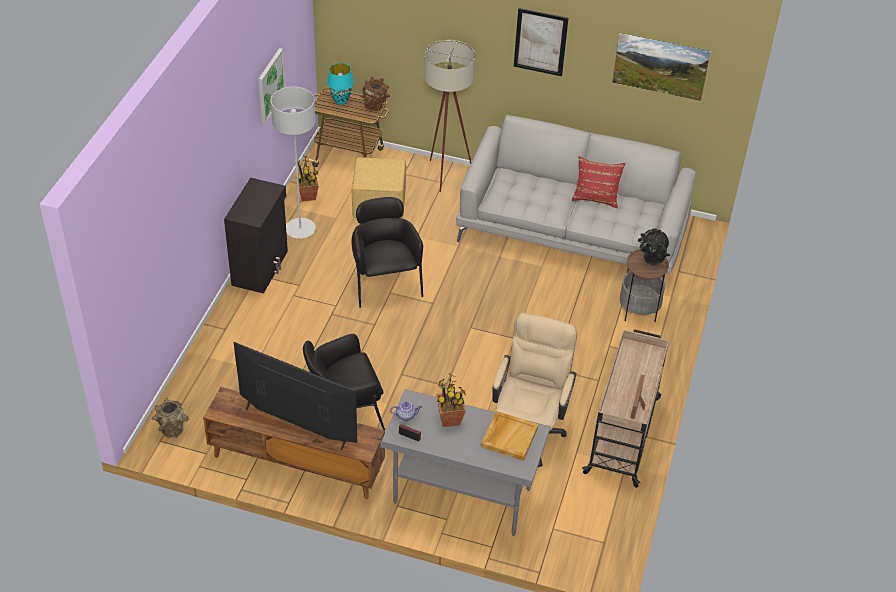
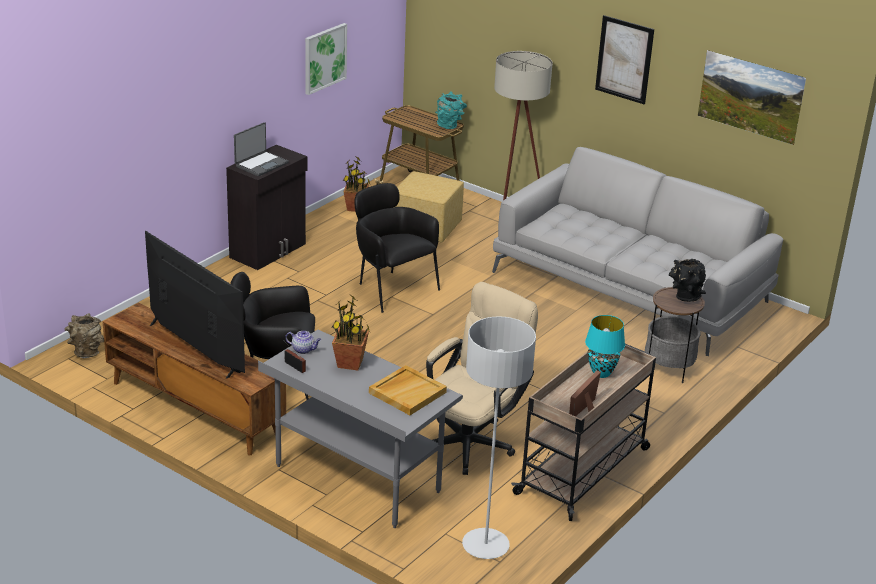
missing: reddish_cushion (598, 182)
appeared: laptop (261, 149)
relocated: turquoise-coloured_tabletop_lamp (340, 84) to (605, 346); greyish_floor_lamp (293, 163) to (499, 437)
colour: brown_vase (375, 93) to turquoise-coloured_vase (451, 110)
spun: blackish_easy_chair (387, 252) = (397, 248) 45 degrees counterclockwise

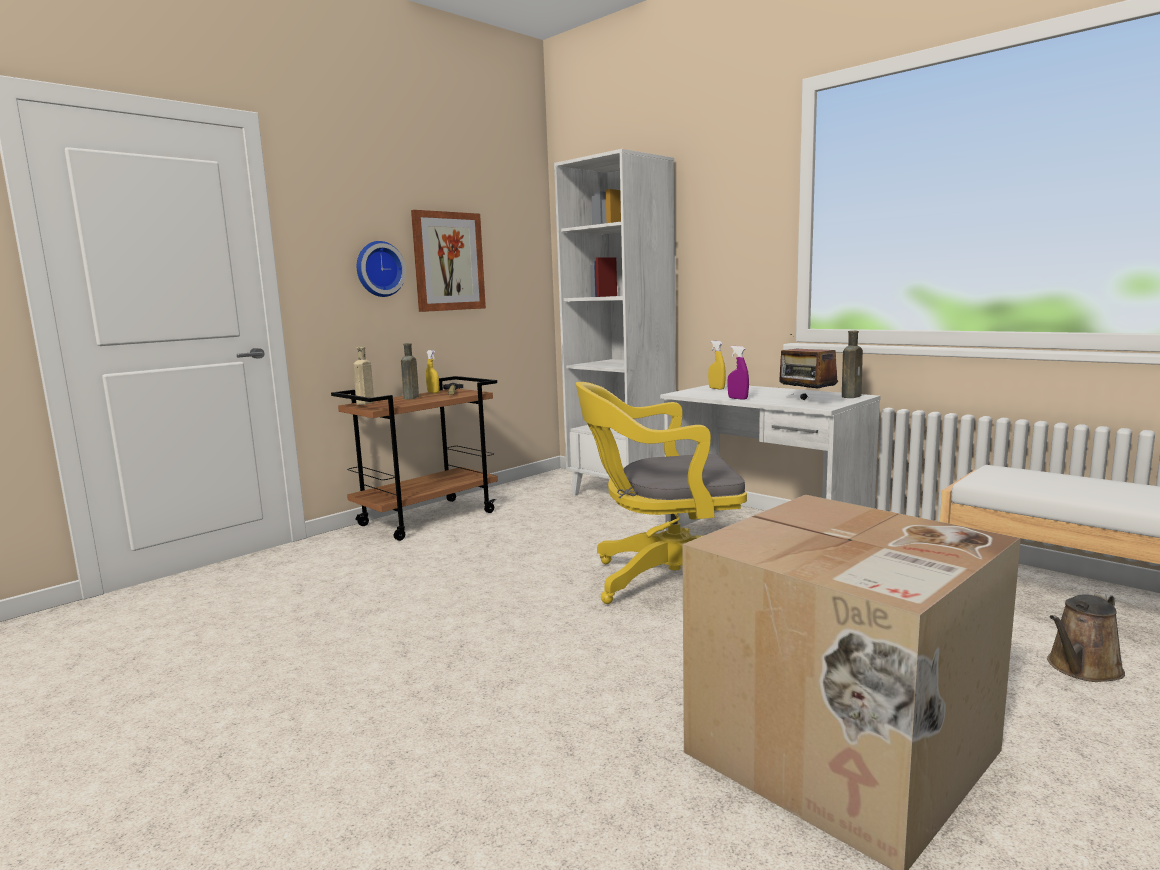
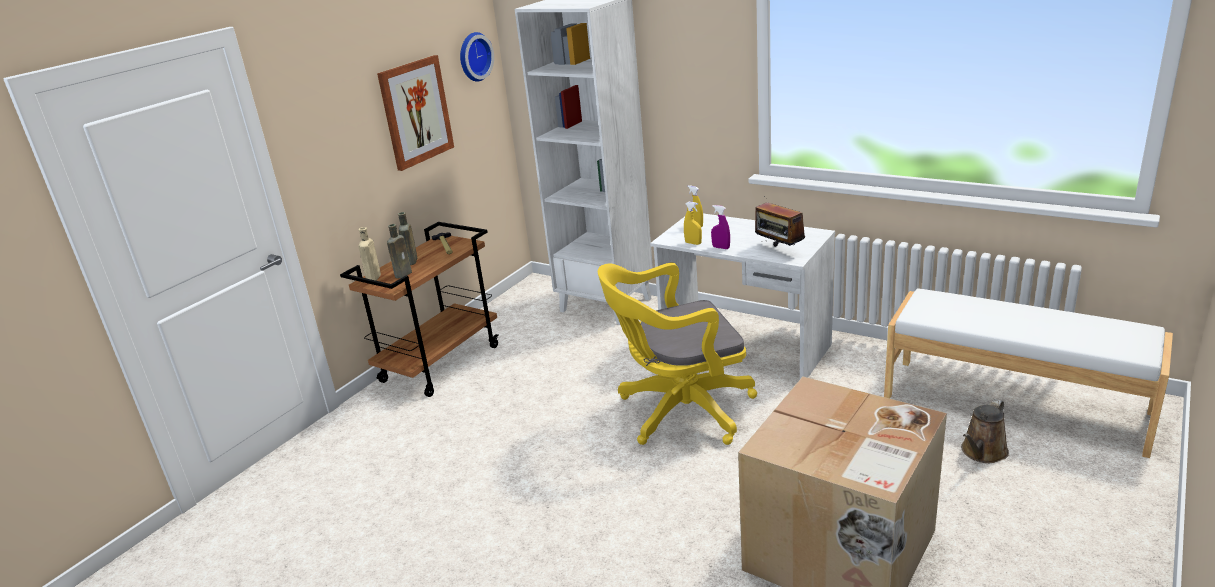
relocated: hanging_clock (381, 269) to (477, 57); brown_beverage_bottle (852, 364) to (399, 251); yellowish_hand_sprayer (432, 371) to (693, 223)

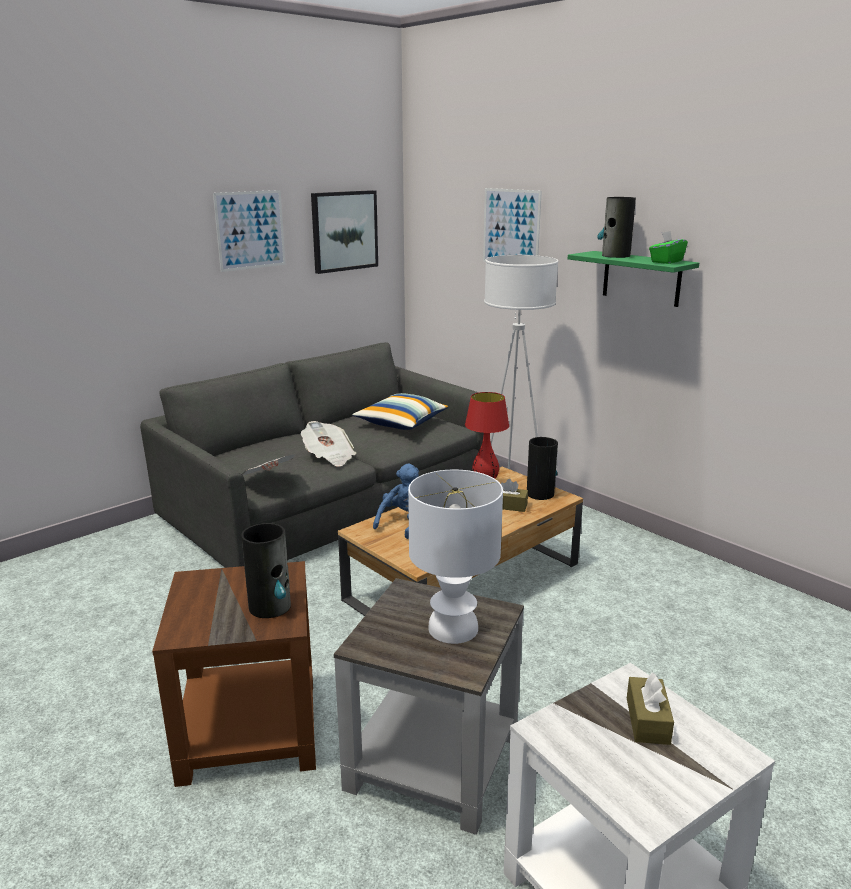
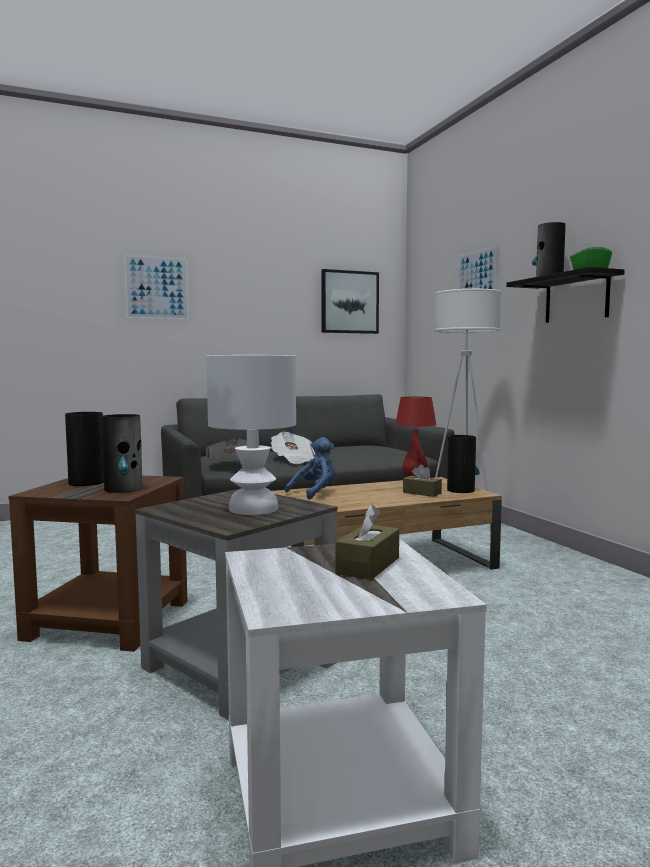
missing: cushion (400, 411)
appeared: vase (84, 449)
relocated: wall_art (249, 231) to (156, 287)
colour: greenish_wall_shelf (633, 279) to blackish_wall_shelf (565, 295)

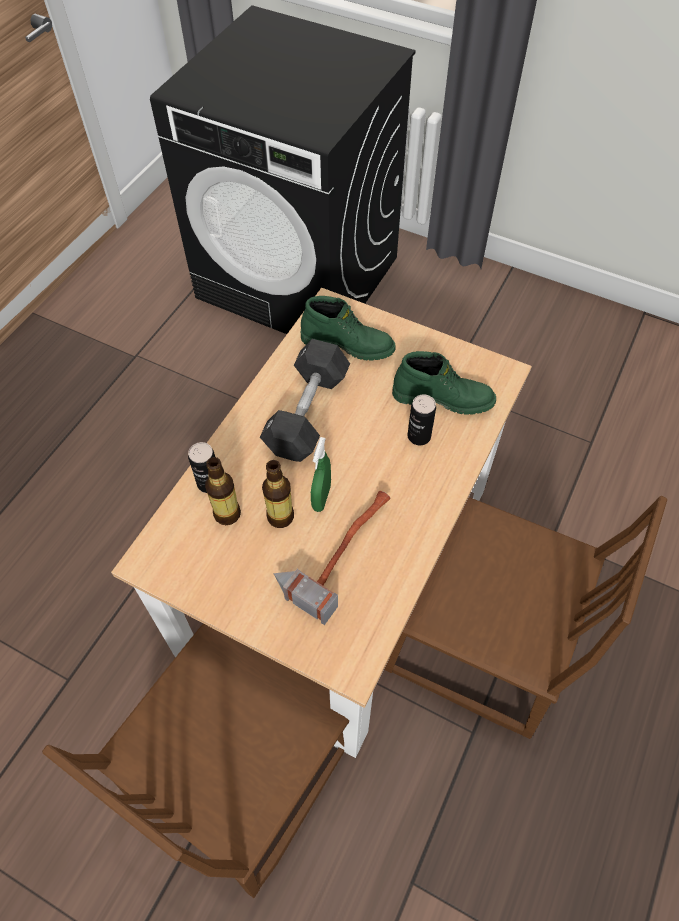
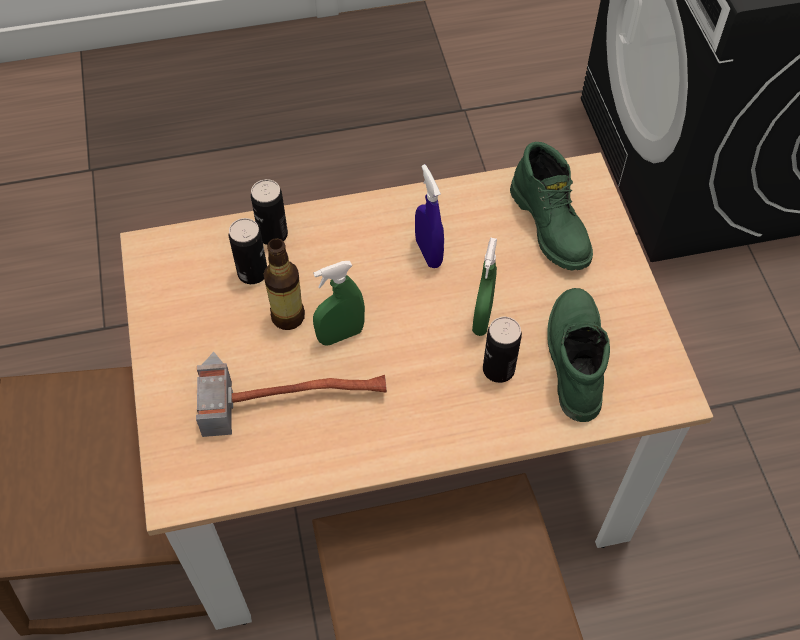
appeared: greenish_hand_sprayer (484, 287)
exchanged: blackish_dumbbell (305, 400) to blue-coloured_hand_sprayer (429, 216); beverage_bottle (223, 491) to metal_can (248, 251)
spun: greenish_tall_boot (444, 383) = (578, 355) 150 degrees counterclockwise

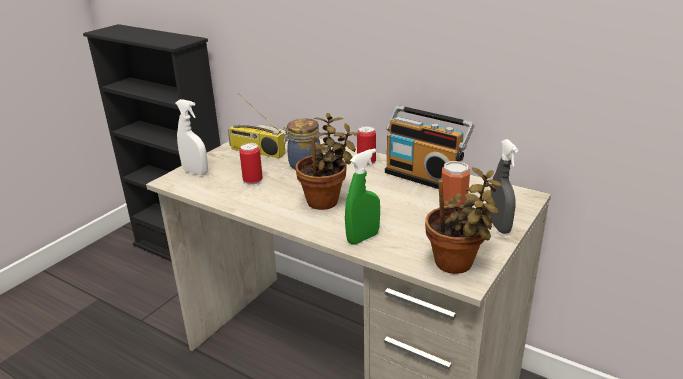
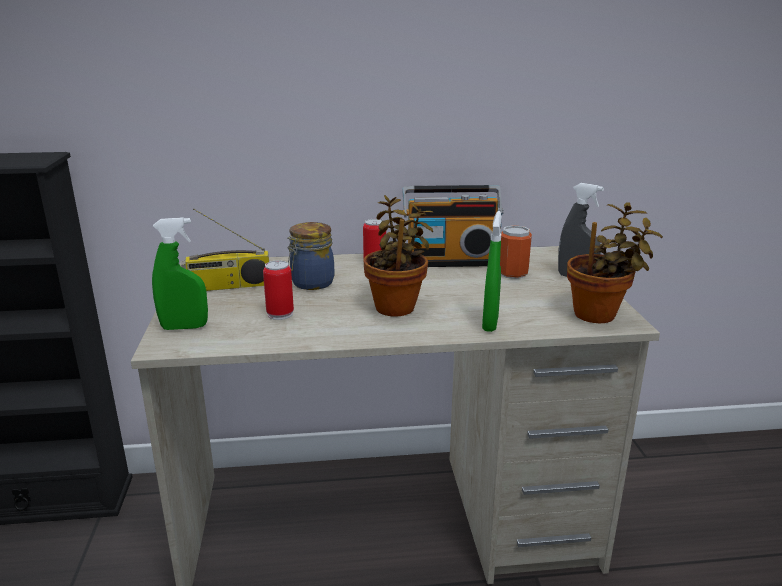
colour: white_hand_sprayer (192, 137) to greenish_hand_sprayer (180, 273)

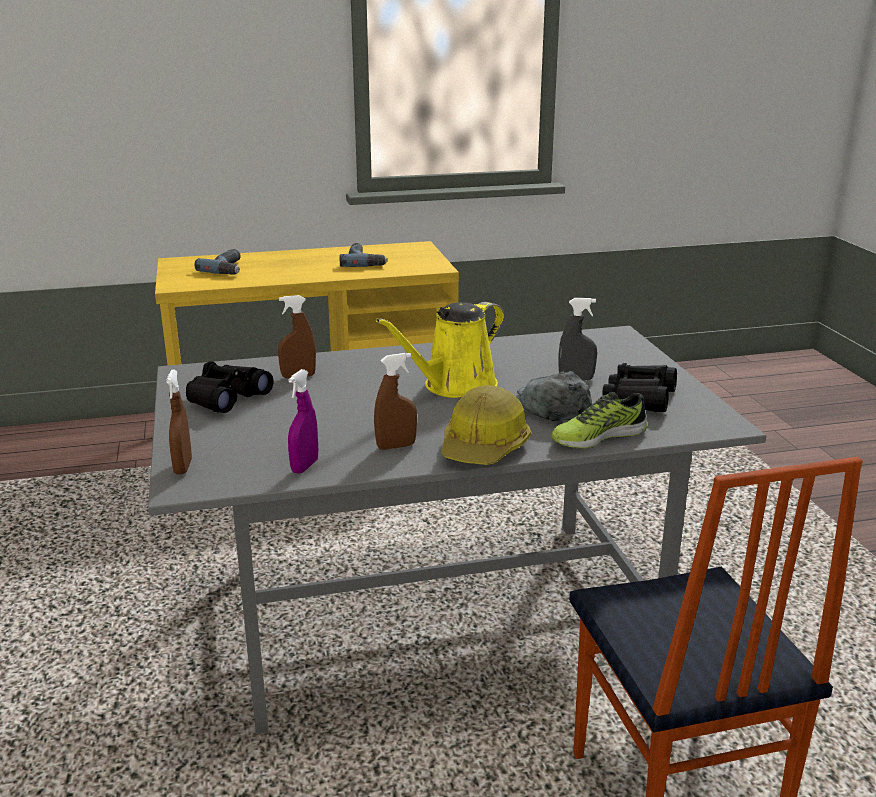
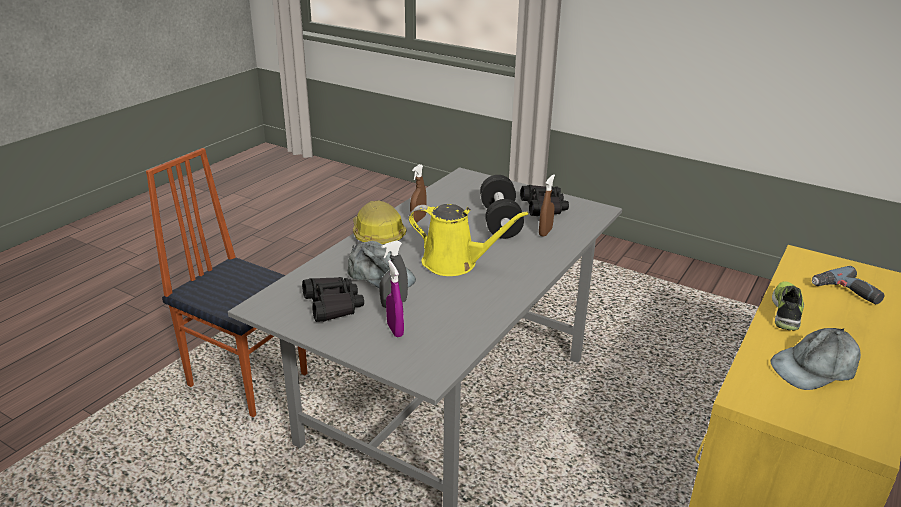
missing: brown_hand_sprayer (179, 422)
appeared: blackish_dumbbell (502, 207)
relocated: purple-coloured_hand_sprayer (303, 421) to (395, 298); shoe (599, 420) to (788, 306)
exchanged: electric_drill (364, 255) to greyish_baseball_cap (816, 359)
spun: yellowish_watering_can (440, 350) = (469, 240) 105 degrees clockwise

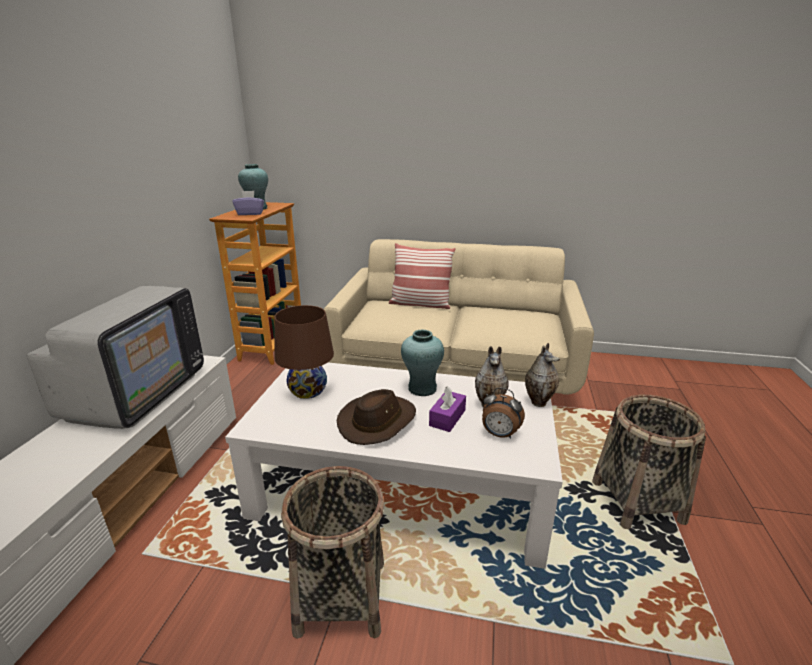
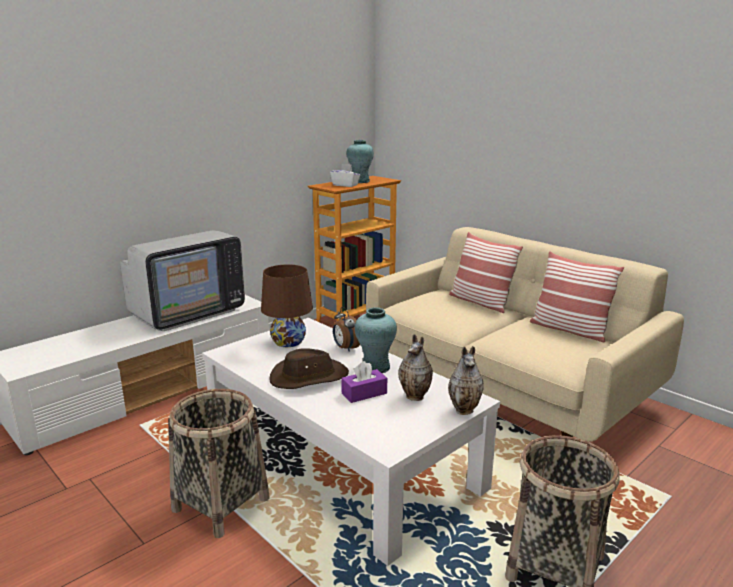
appeared: cushion (577, 296)
relocated: alarm_clock (503, 413) to (346, 329)
colour: purple-coloured_box_of_tissues (248, 203) to white_box_of_tissues (345, 175)

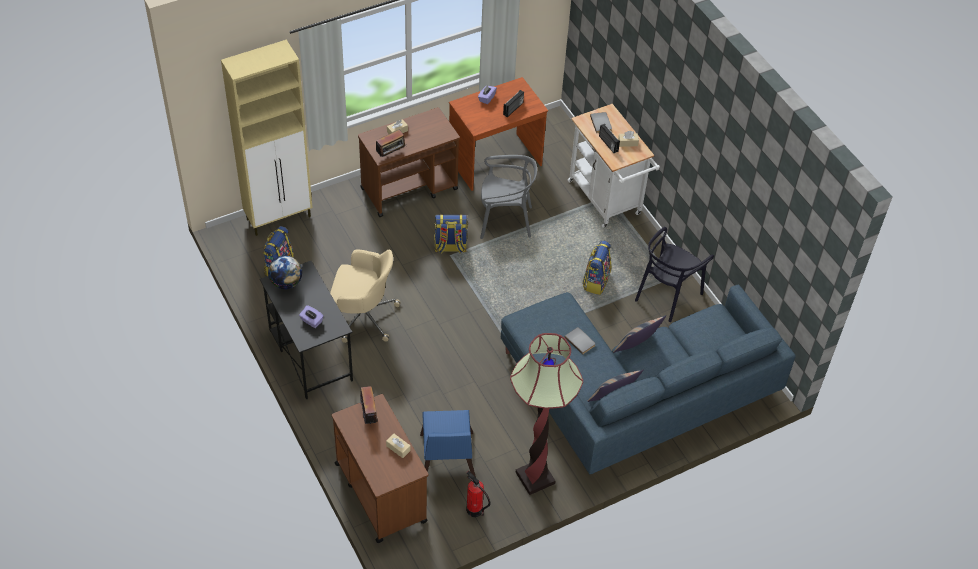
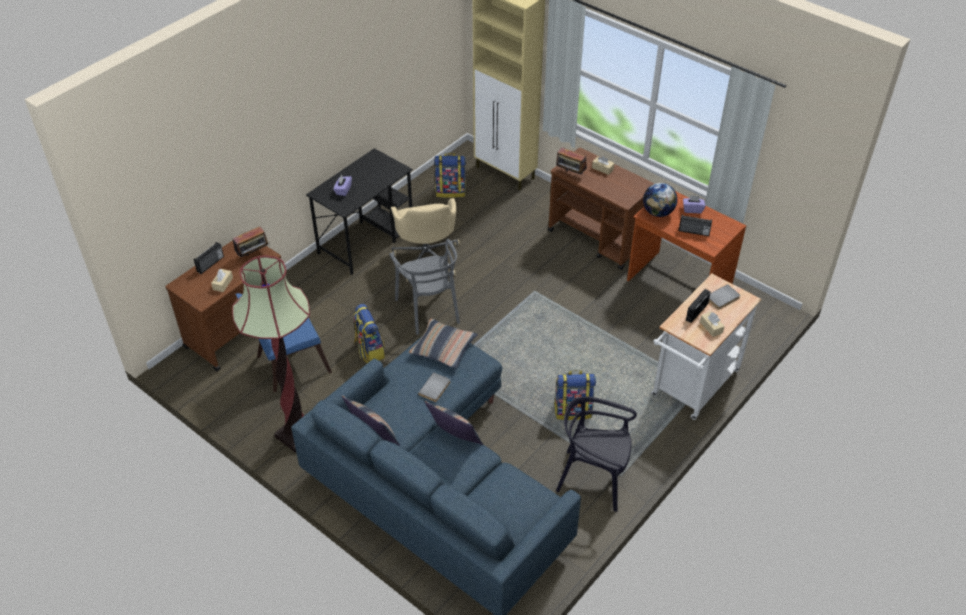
missing: fire_extinguisher (478, 494)
appeared: radio_receiver (209, 258); cushion (443, 343)
relocated: greyish_plain_chair (508, 197) to (424, 287); knapsack (451, 234) to (369, 333); world_globe (285, 272) to (660, 200)

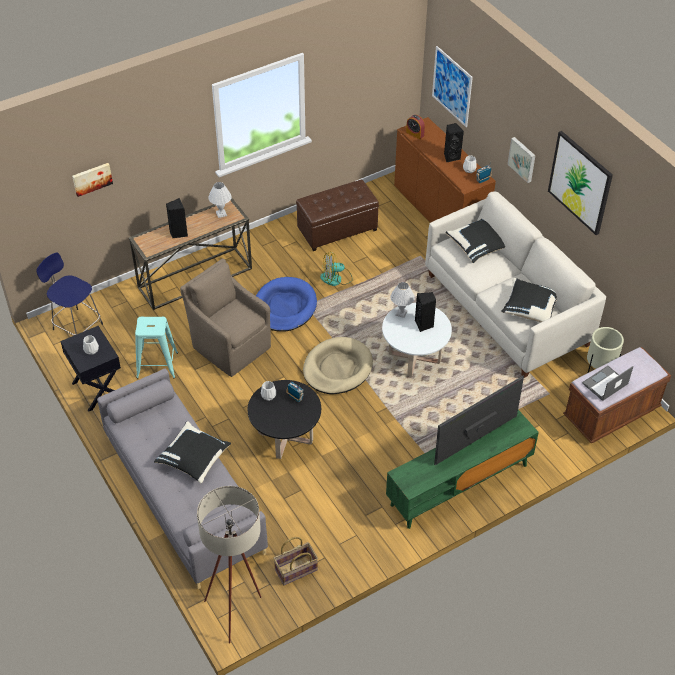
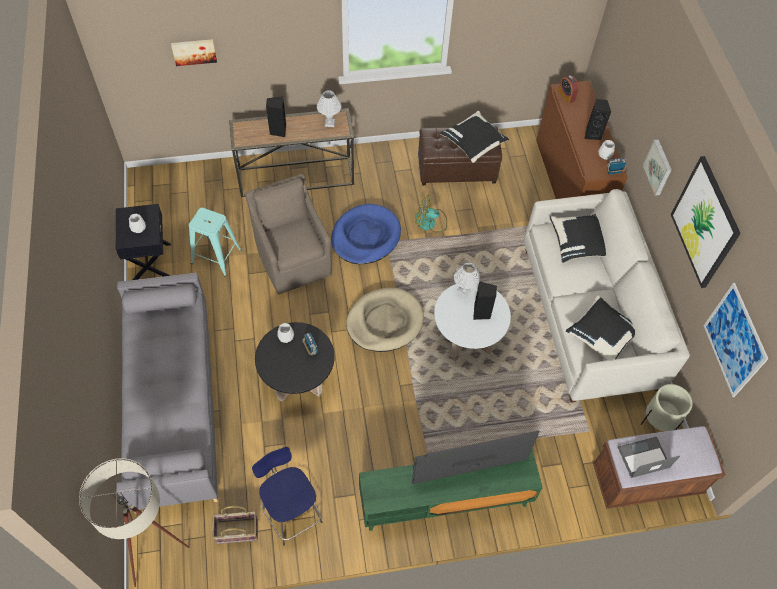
relocated: wall_art (452, 86) to (736, 340); blue-coloured_sitting_stool (70, 293) to (287, 496); blackish_cushion (192, 452) to (474, 137)

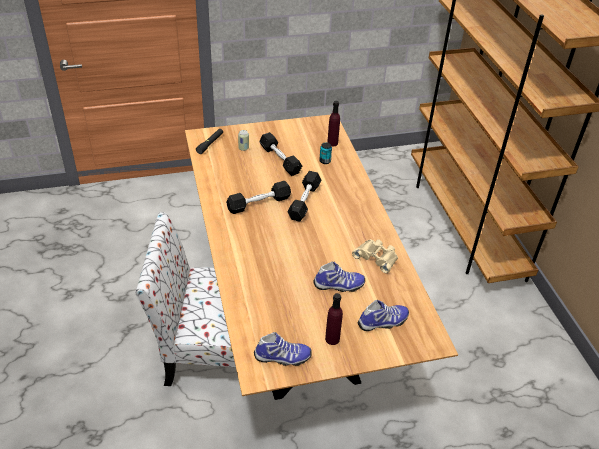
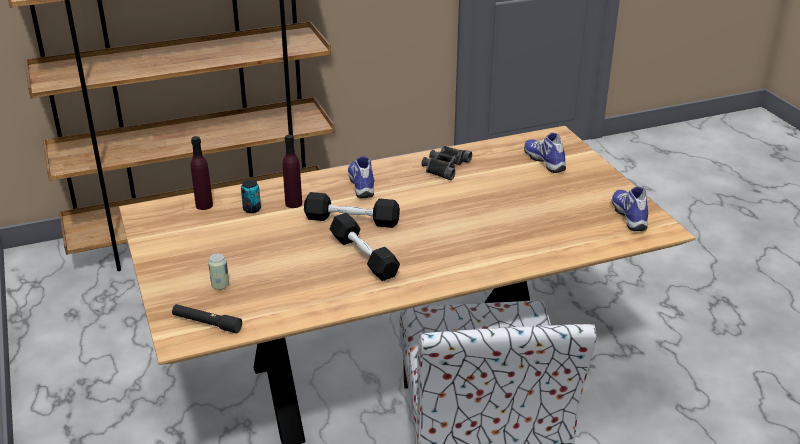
missing: blackish_dumbbell (280, 154)
relocated: shoe (339, 276) to (361, 177); purple-coloured_beverage_bottle (334, 319) to (292, 171)
colour: beige_pair_of_binoculars (375, 256) to blackish_pair_of_binoculars (447, 163)

